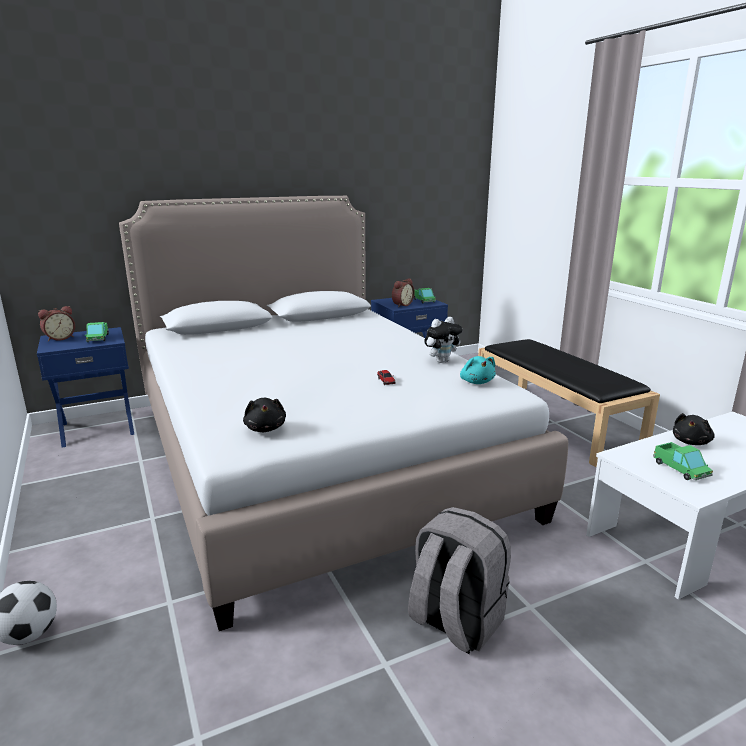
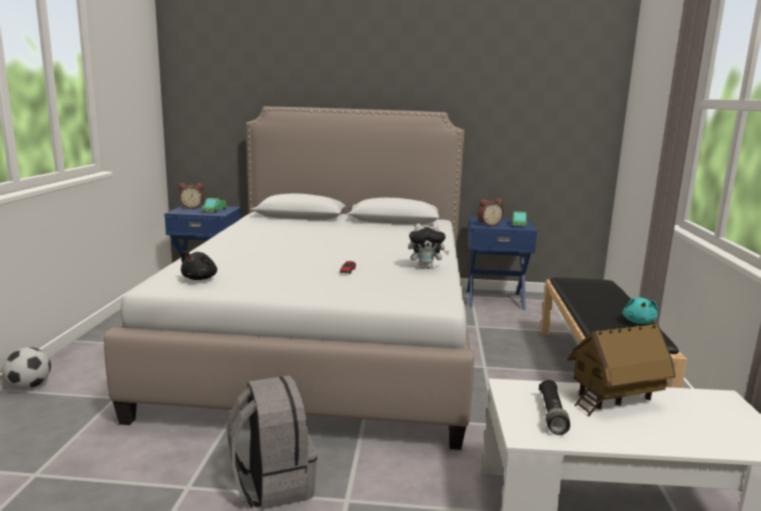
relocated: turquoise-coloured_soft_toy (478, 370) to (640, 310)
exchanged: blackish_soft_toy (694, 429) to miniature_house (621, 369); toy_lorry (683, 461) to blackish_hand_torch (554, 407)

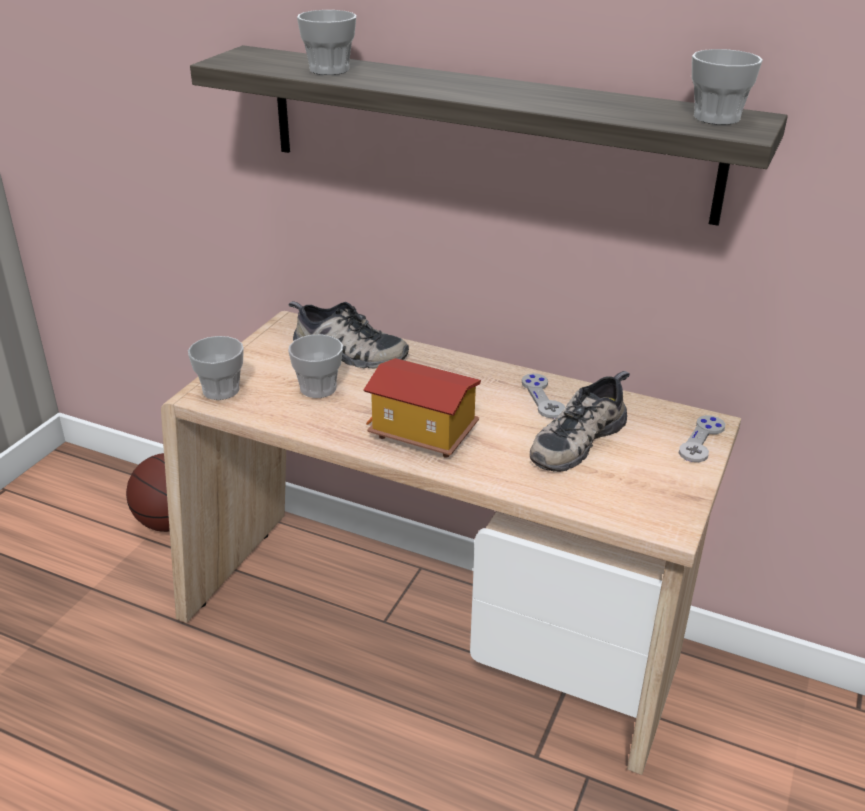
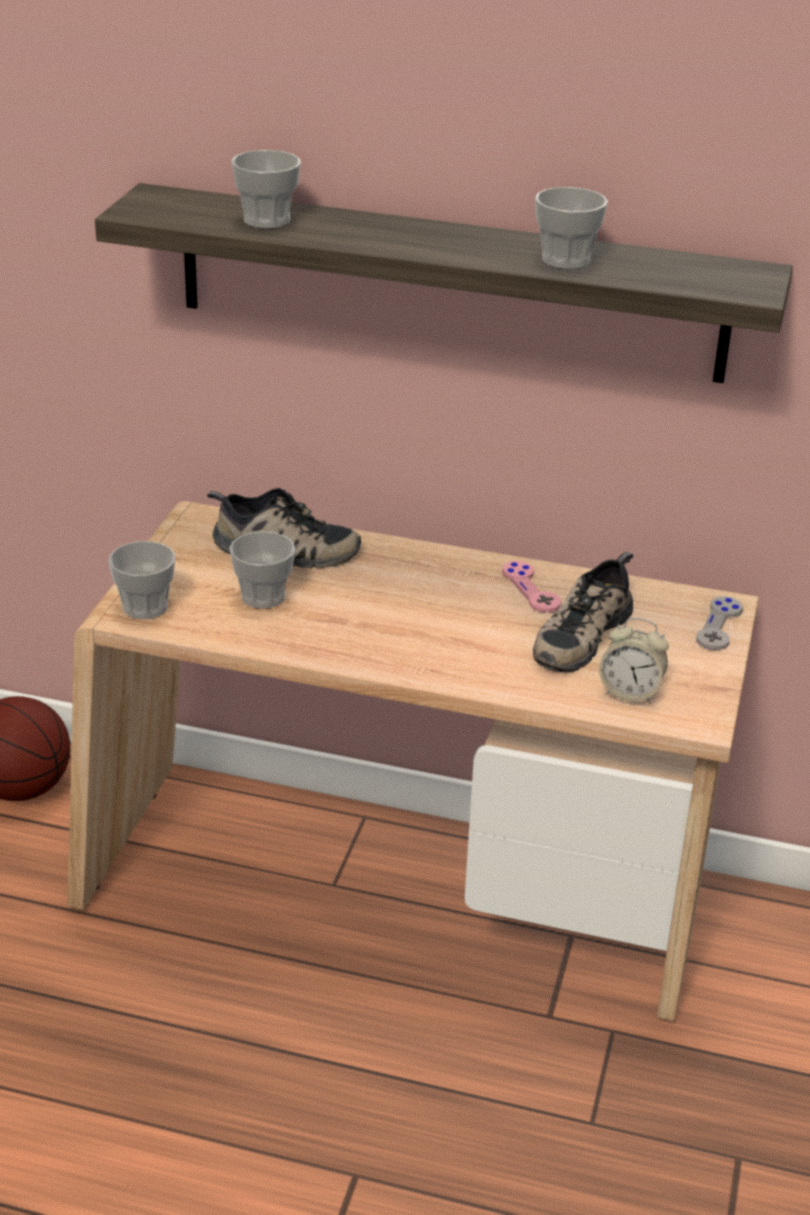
missing: miniature_house (422, 408)
appeared: alarm_clock (634, 661)
relocated: cup (727, 87) to (571, 228)
colour: greyish_gamepad (543, 395) to pink-coloured_gamepad (532, 587)

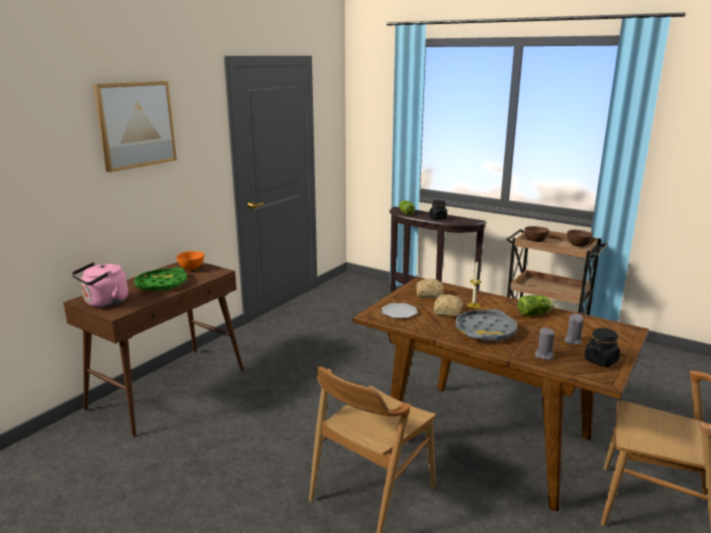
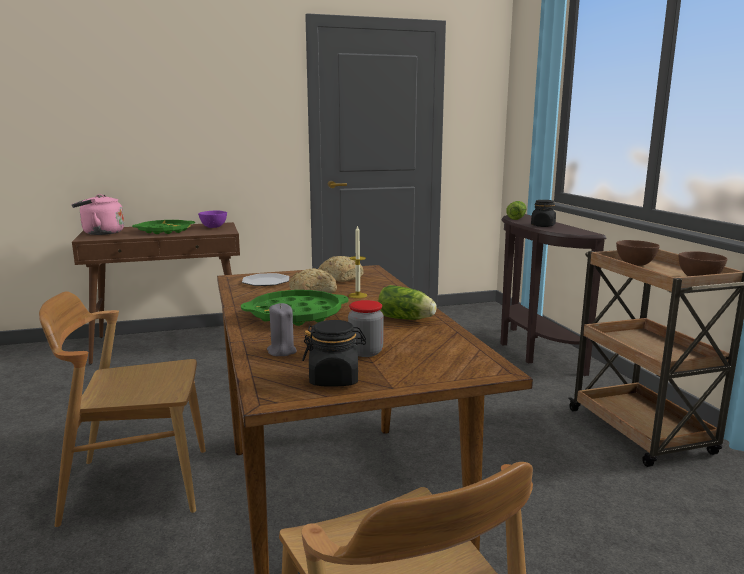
missing: wall_art (135, 126)
exchanged: greyish_wax_candle (574, 329) to jar (366, 328)
colour: orangey_deep_dish (190, 260) to purple-coloured_deep_dish (212, 219); greyish_carrying_tray (486, 325) to greenish_carrying_tray (295, 308)

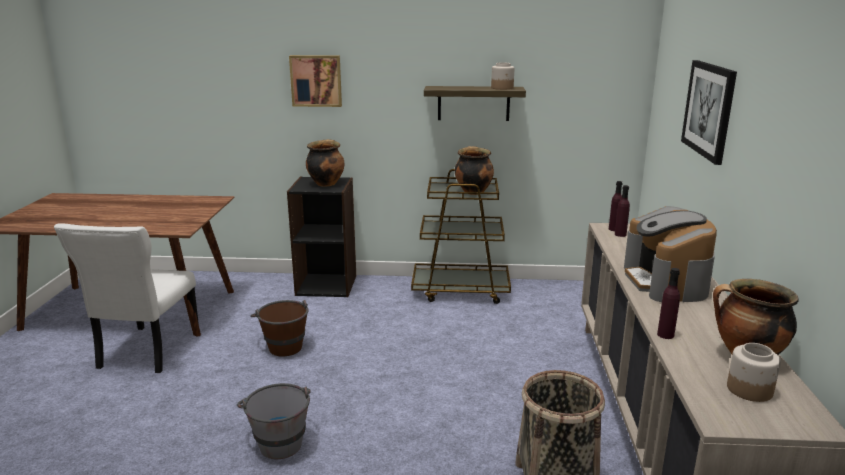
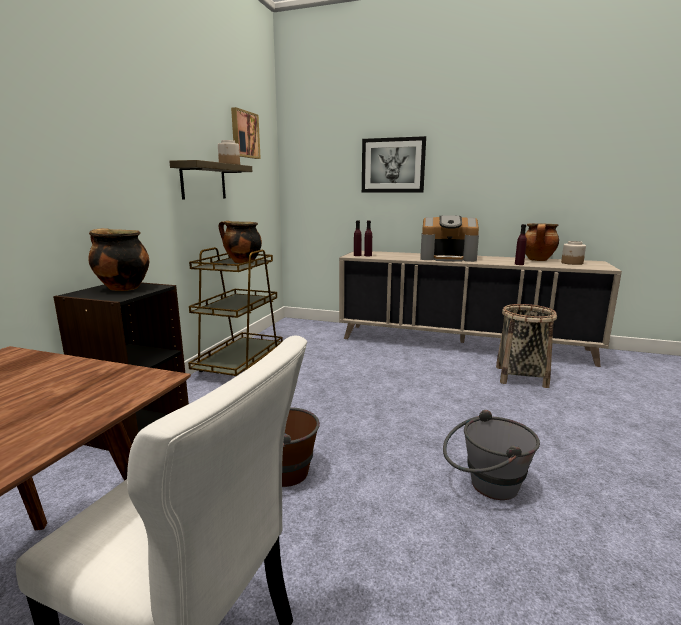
relocated: wall_art (315, 81) to (246, 133)

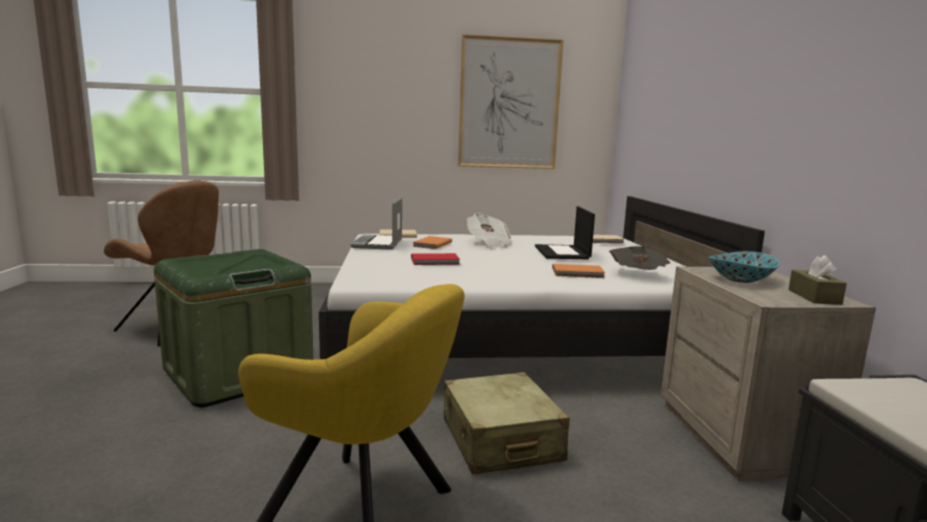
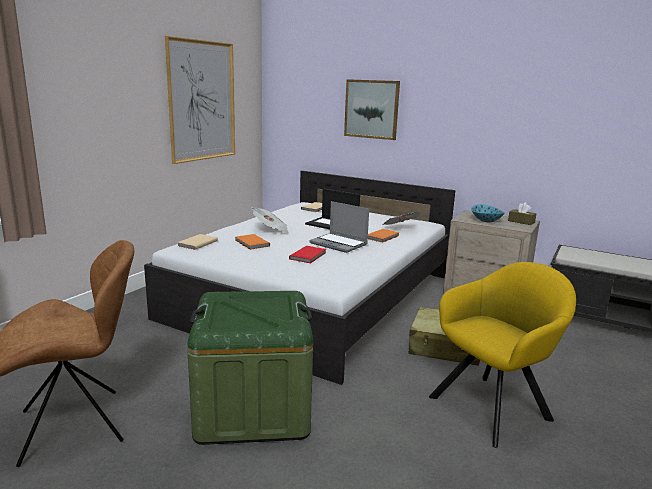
appeared: wall_art (372, 109)
relocated: laptop (376, 224) to (339, 227)

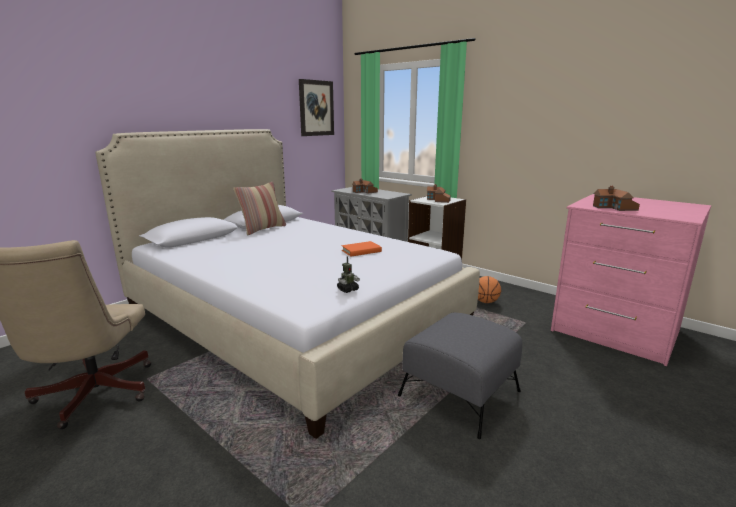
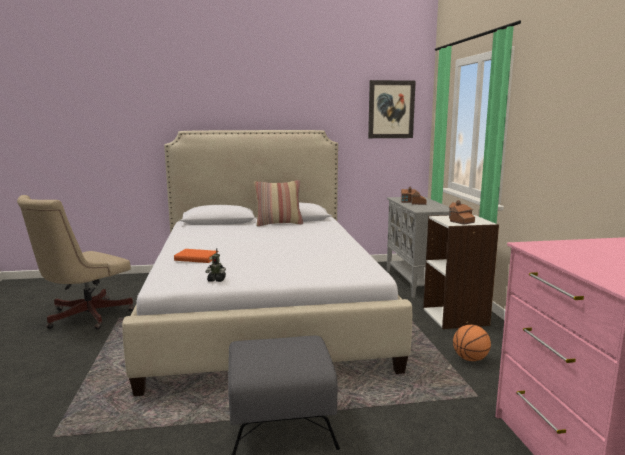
missing: miniature_house (616, 198)
relocated: orangey_book (362, 249) to (196, 256)

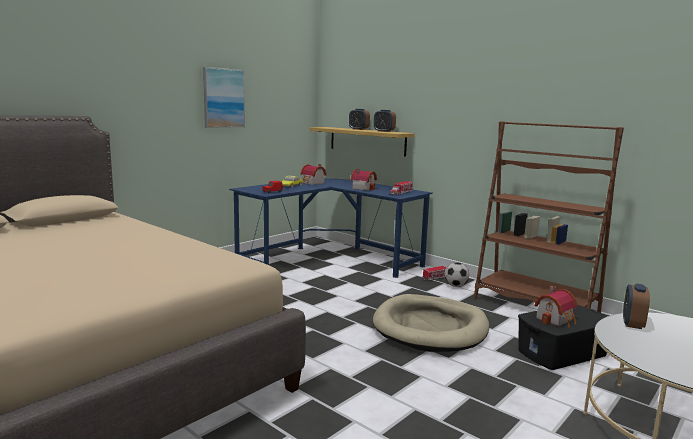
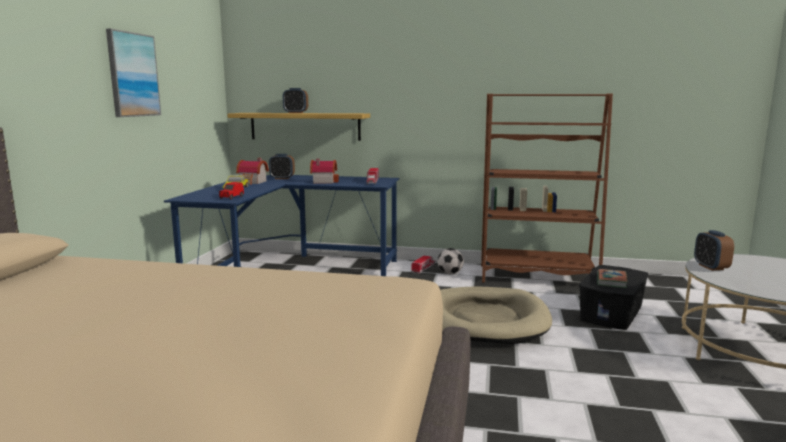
relocated: alarm_clock (385, 121) to (282, 166)
exchanged: miniature_house (555, 307) to book (612, 278)

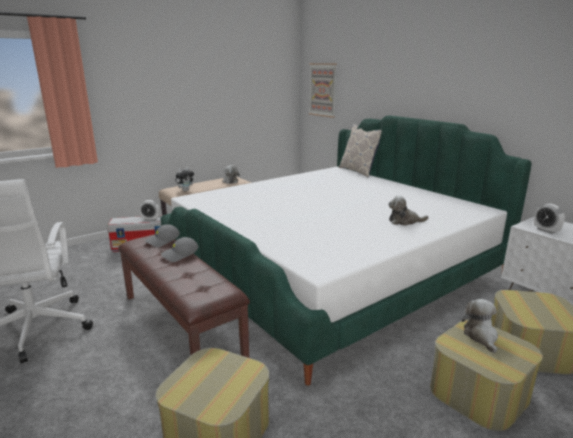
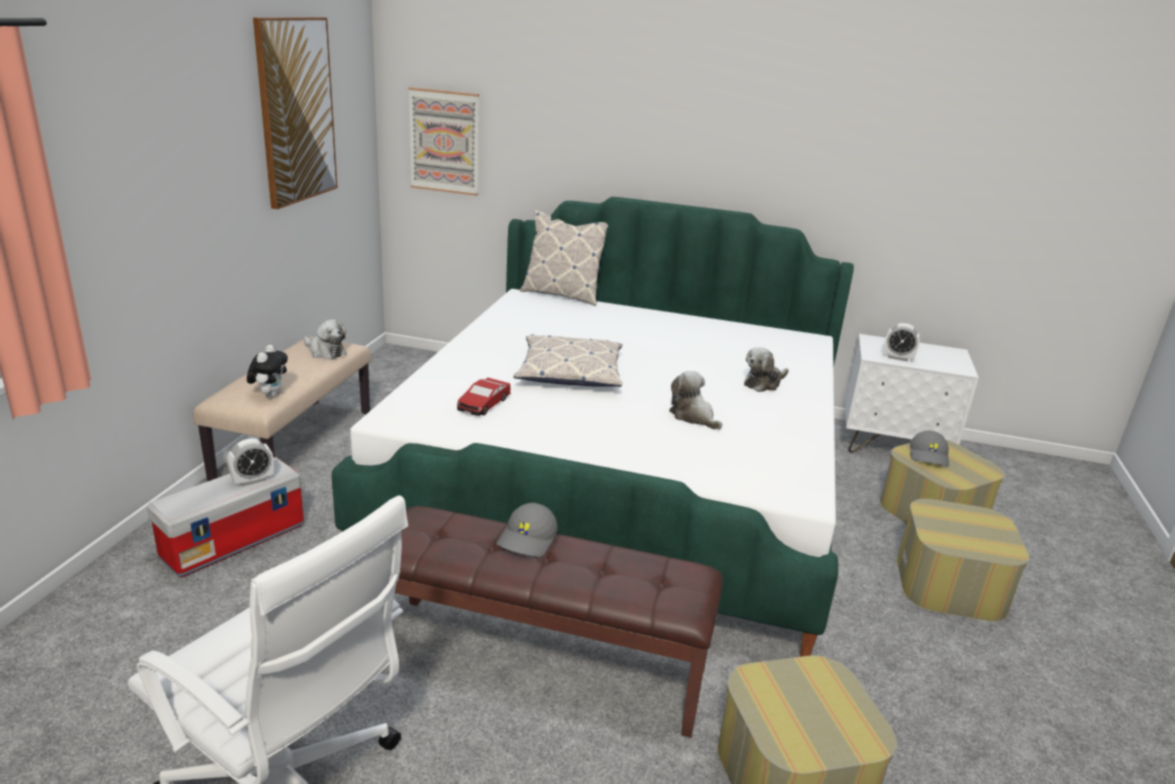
appeared: wall_art (295, 113); cushion (568, 360); miniature_car (484, 396)
relocated: greyish_baseball_cap (162, 235) to (929, 448); soft_toy (480, 326) to (695, 400)

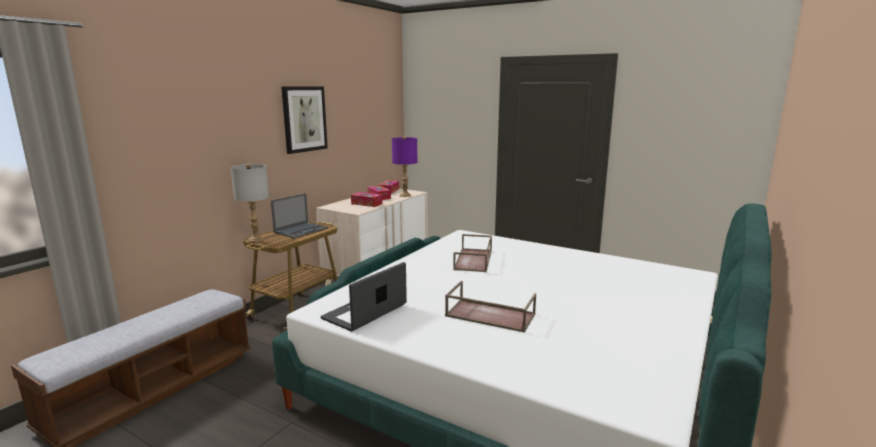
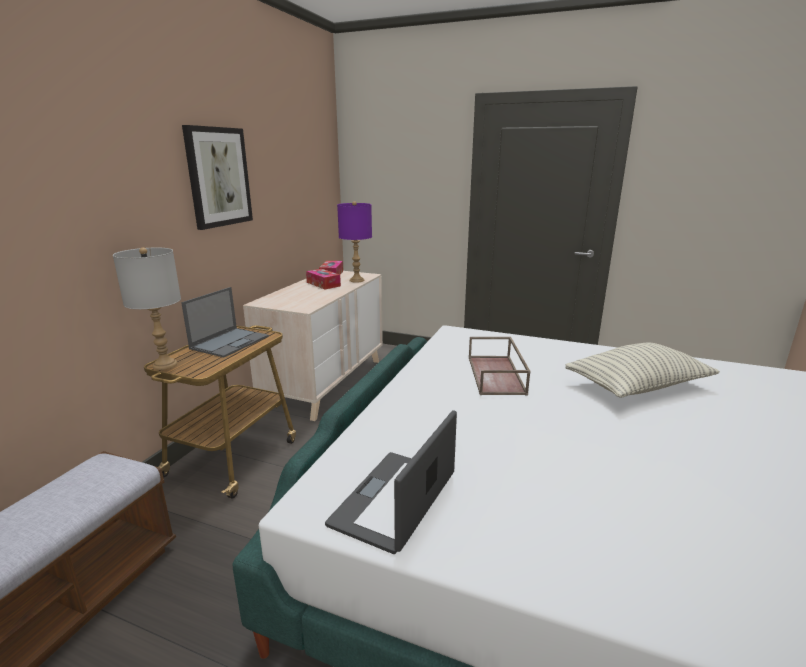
missing: box_of_tissues (367, 199); brown_carrying_tray (490, 306)
appeared: cushion (642, 370)

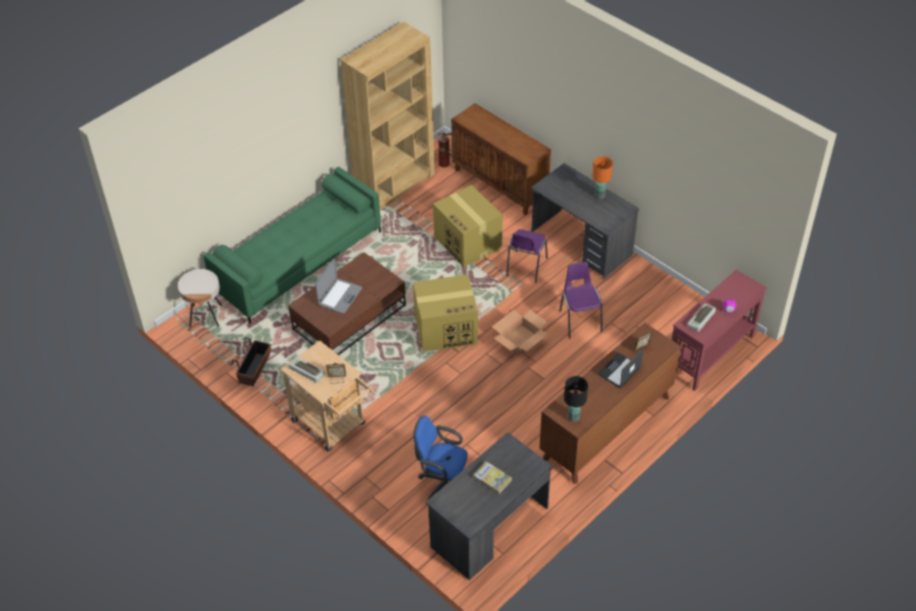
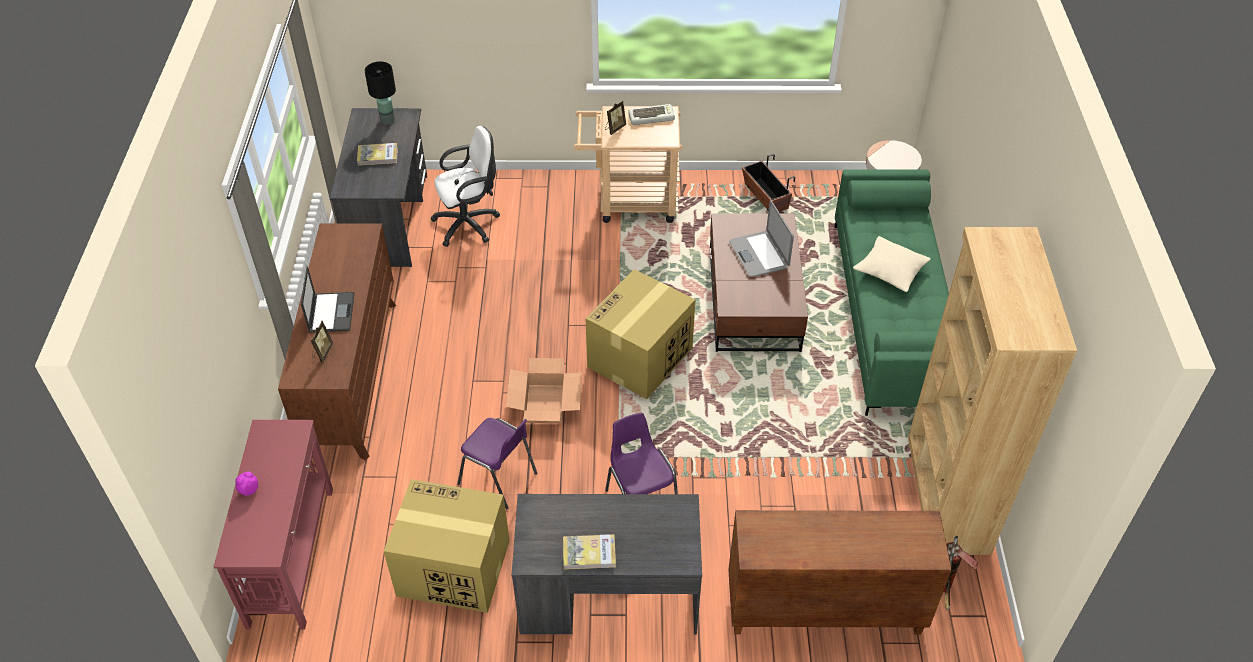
missing: PC_keyboard (701, 318)
appeared: beige_cushion (892, 264)
relocated: carton (468, 226) to (447, 546); blackish_tabletop_lamp (576, 399) to (380, 93)
exchanged: orangey_tabletop_lamp (602, 177) to book (589, 552)
colour: blue-coloured_computer_chair (441, 458) to white_computer_chair (465, 186)

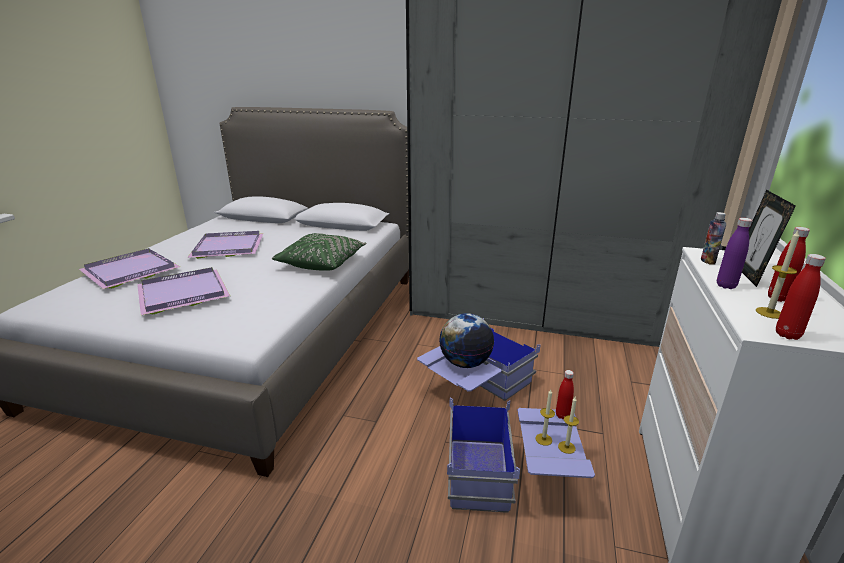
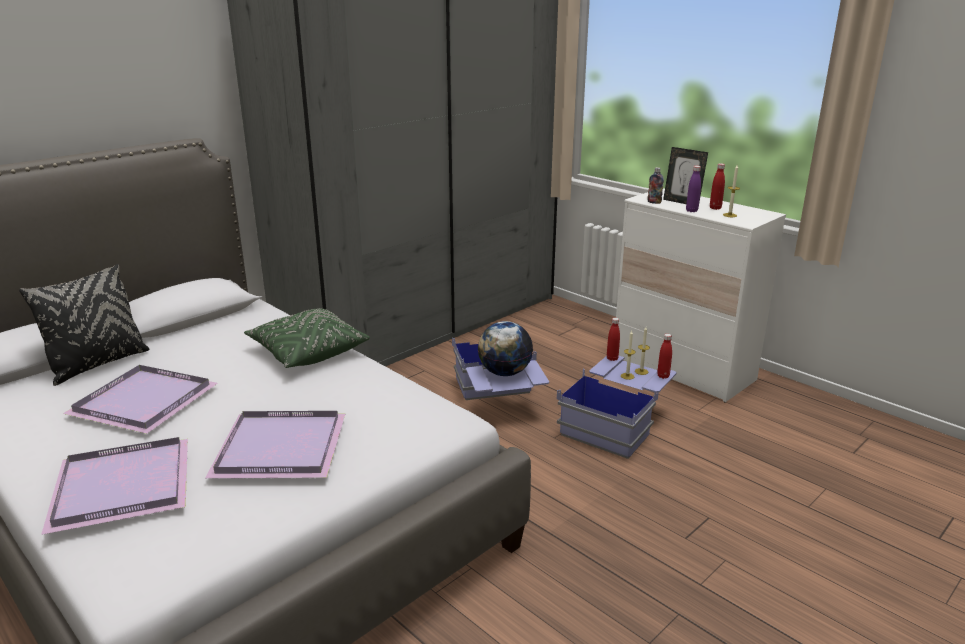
appeared: blackish_cushion (84, 325)
relocated: reddish_beverage_bottle (801, 297) to (664, 356)

